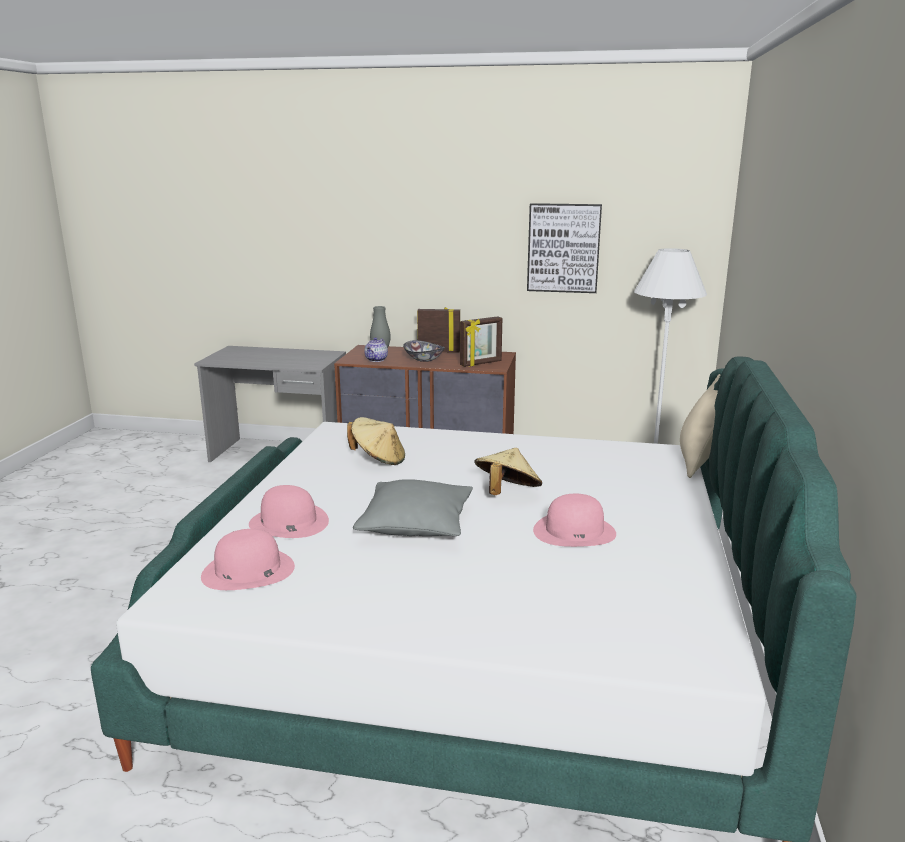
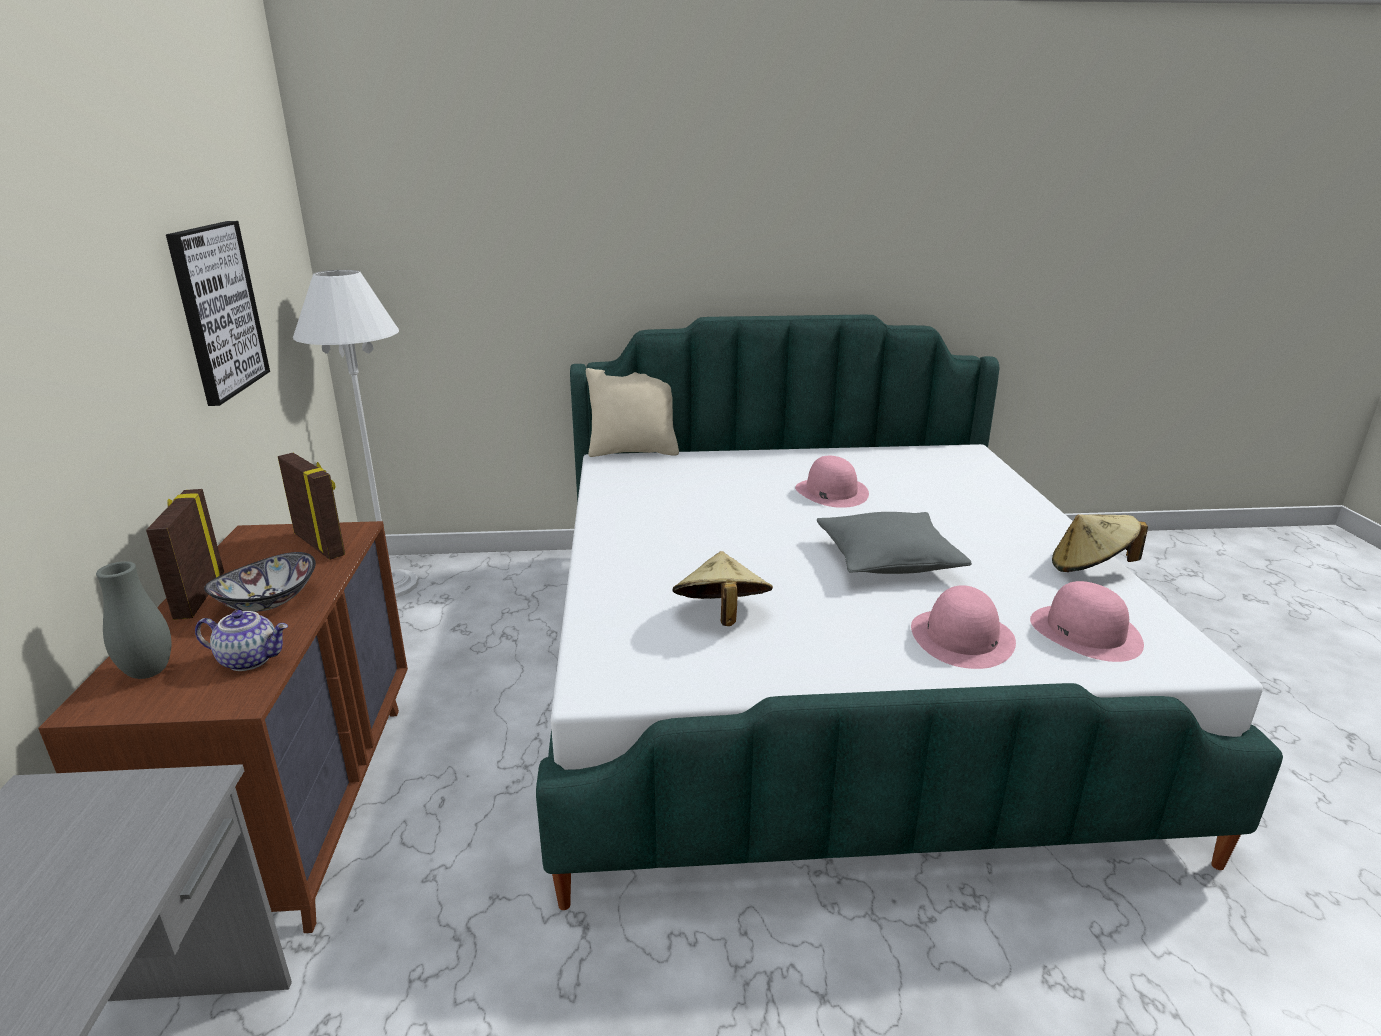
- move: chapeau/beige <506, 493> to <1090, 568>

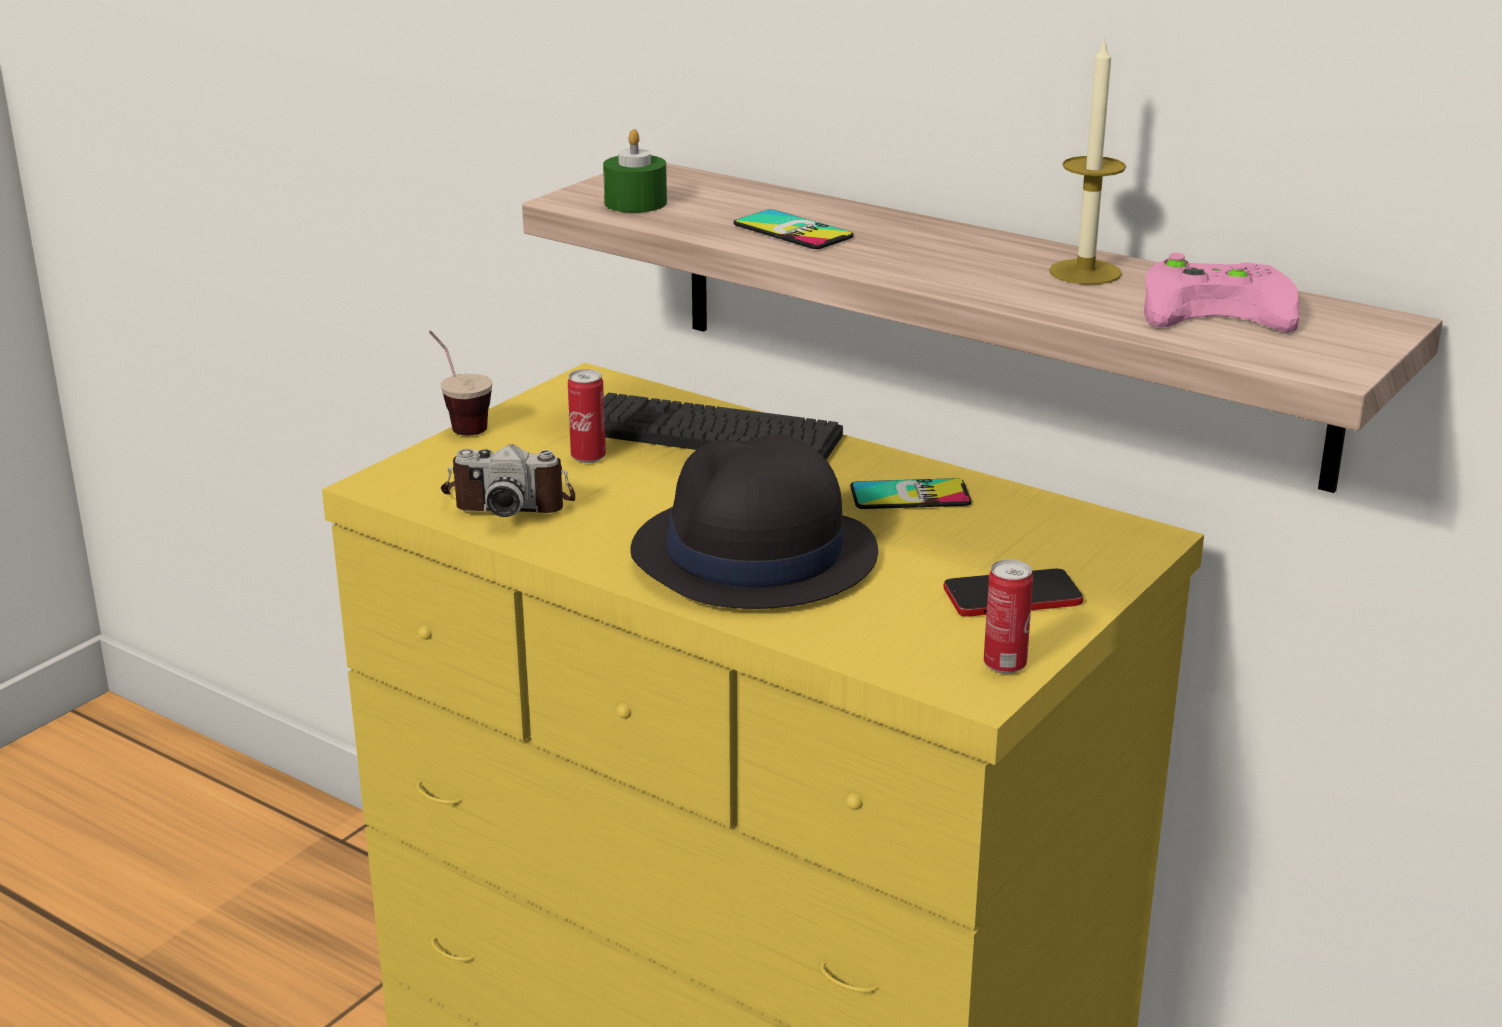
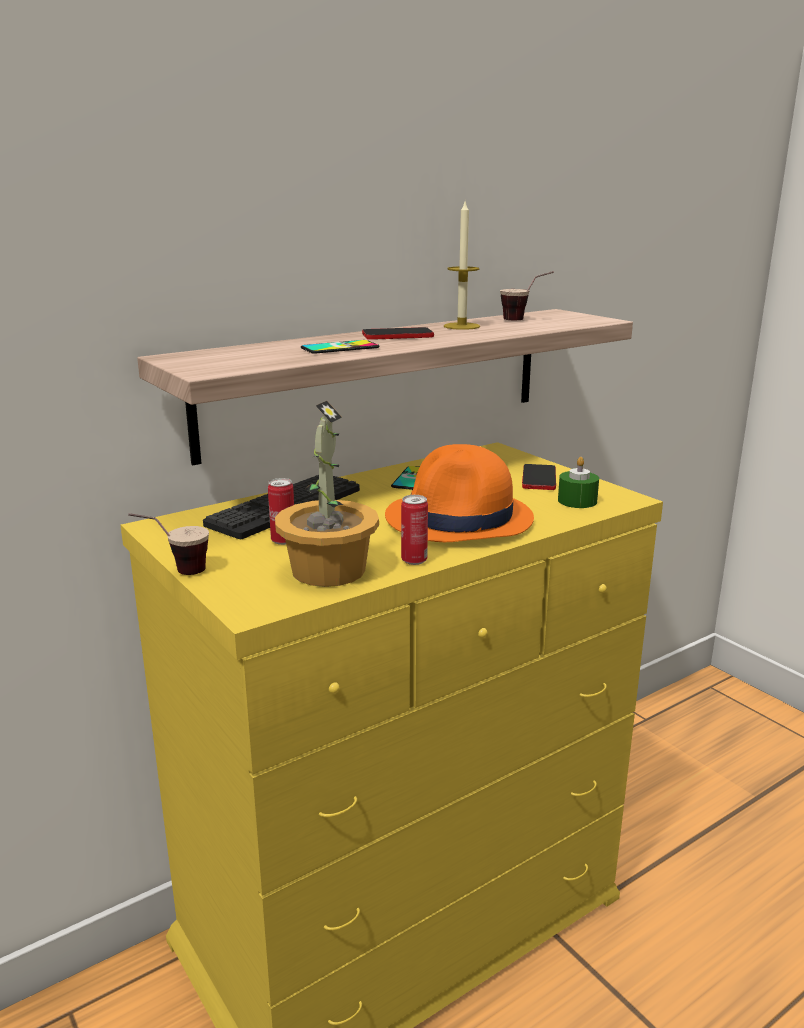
- replace: appareil photo <510, 501> to plante en pot <327, 570>
- move: bougie/vert <635, 203> to <577, 501>
- recolor: chapeau/noir <753, 556> to chapeau/orange <460, 519>
- move: boîte métallique <1004, 665> to <414, 560>
- replace: manette/rose <1221, 307> to tasse <524, 320>
- insert: téléphone <397, 335>

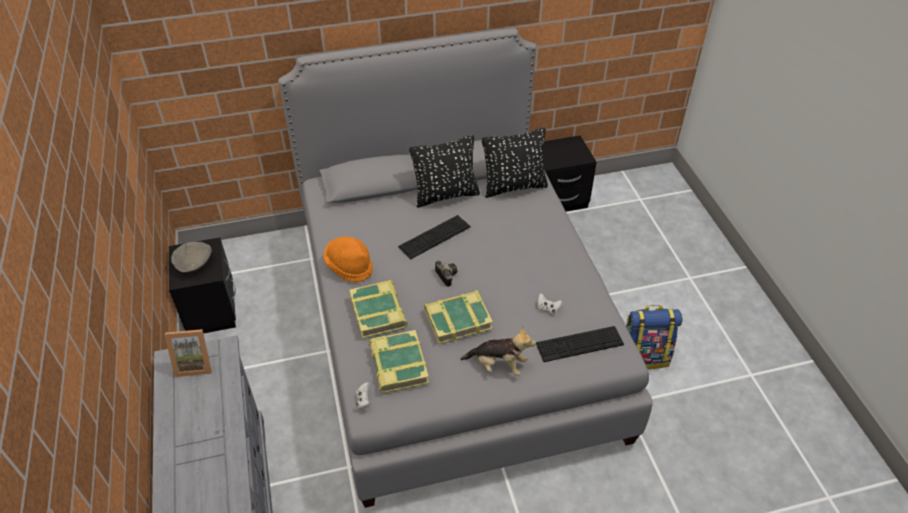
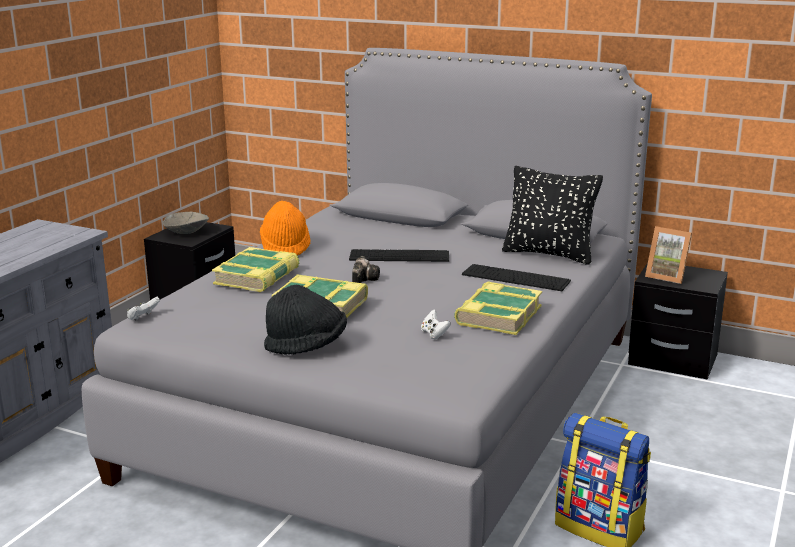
- move: cadre photo <194, 363> to <667, 276>
- move: livre <398, 365> to <498, 315>
- delete: coussin/noir <445, 195>
- replace: peluche <498, 365> to chapeau/noir <306, 346>
- move: clavier <579, 344> to <515, 278>

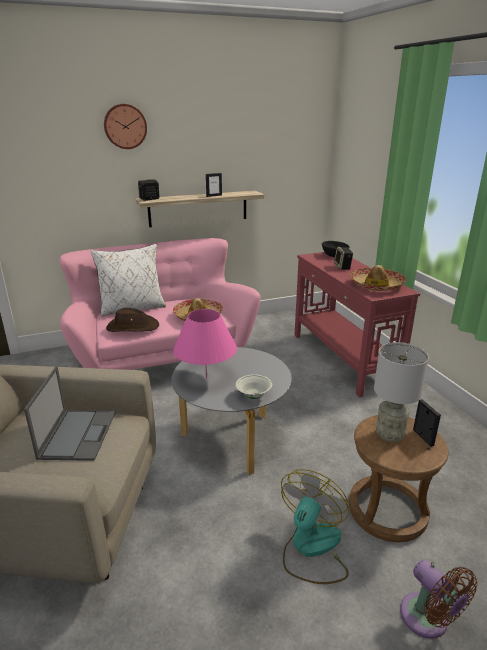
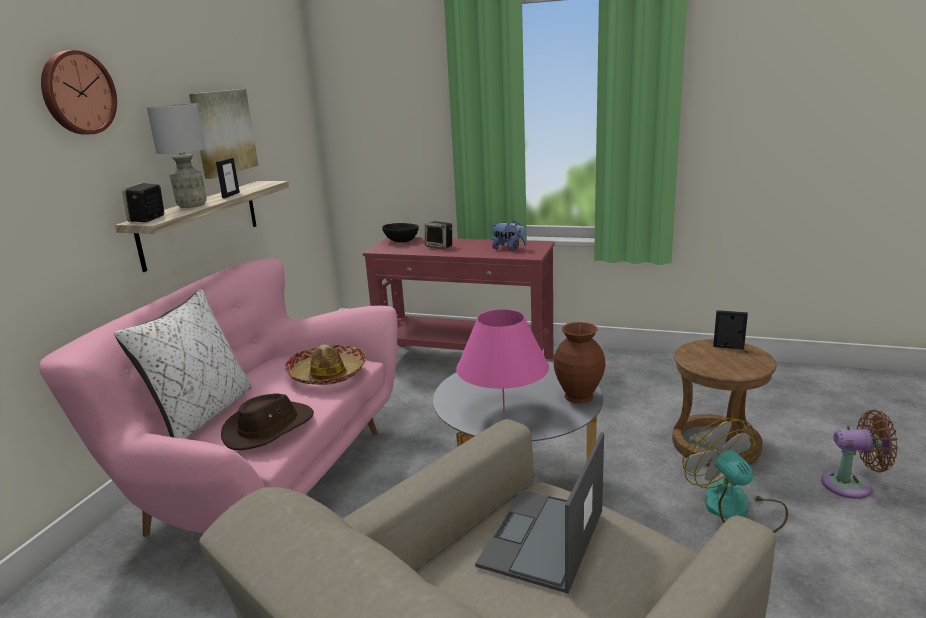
- rotate: ordinateur portable <78, 434> = <542, 539> 105 degrees counterclockwise
- replace: bol/blanc <253, 396> to vase/marron <578, 396>
- replace: chapeau <376, 285> to peluche <509, 248>
- move: lampe de table/gris <389, 435> to <191, 205>
- insert: tableau <223, 132>

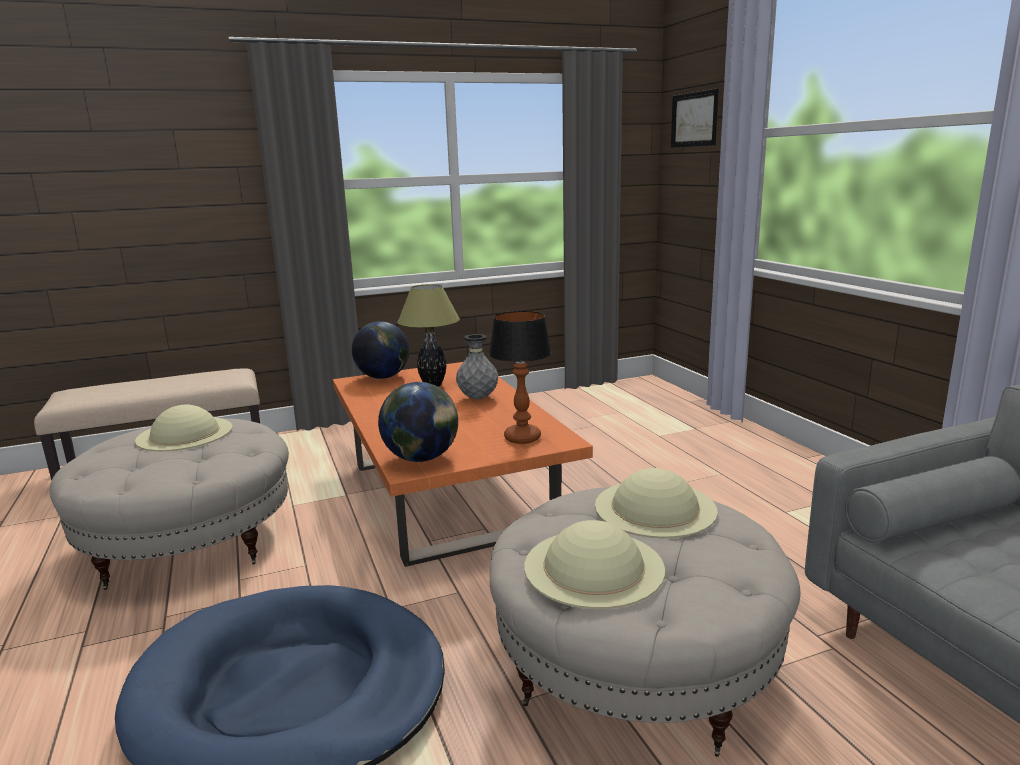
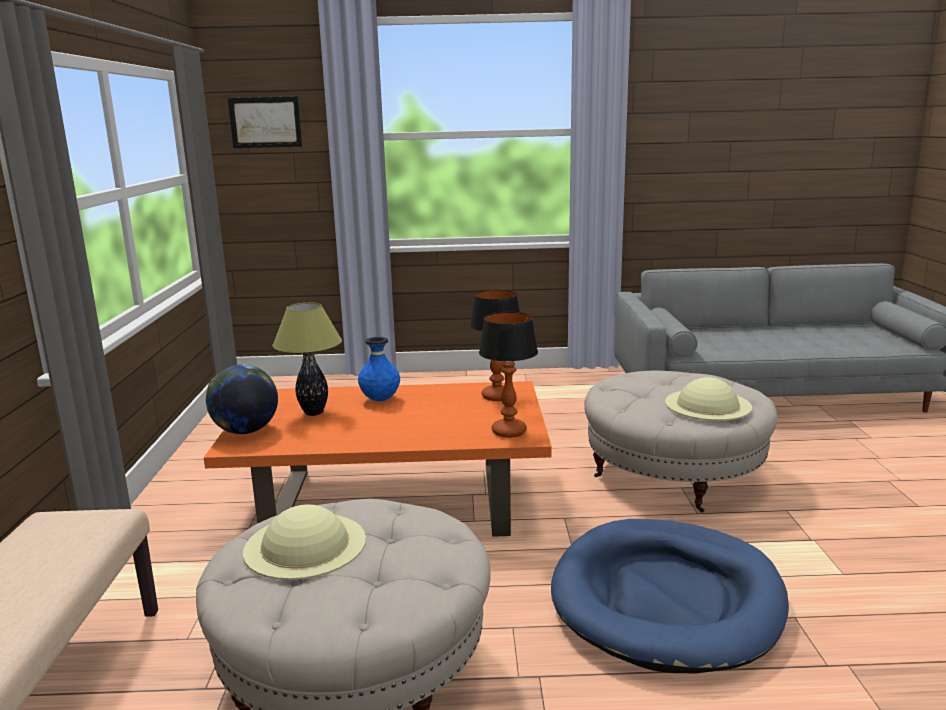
- replace: globe <421, 459> to lampe de table <509, 431>
- recolor: vase/gris <478, 398> to vase/bleu <380, 400>
- delete: chapeau/beige <655, 507>

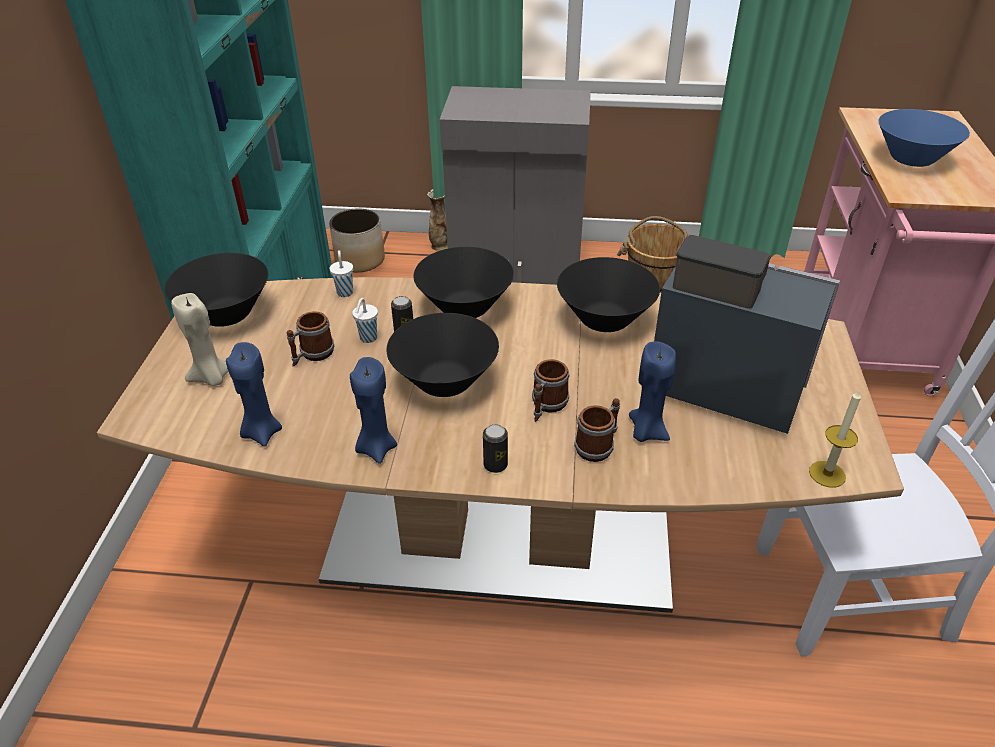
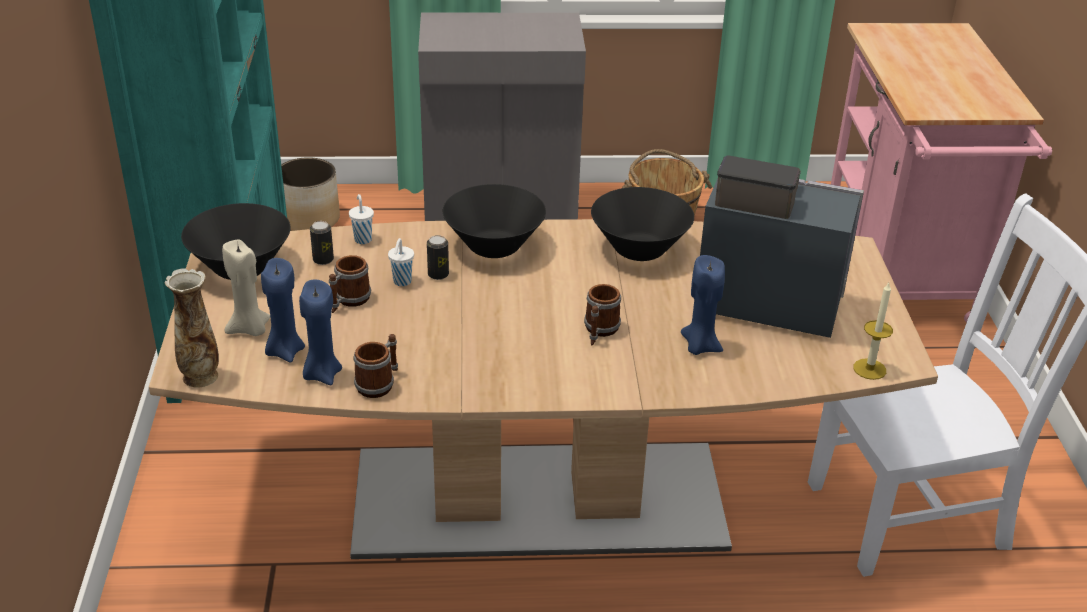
- move: bougie/bleu <376, 448> to <285, 351>
- delete: bol/noir <444, 381>
- move: vase <439, 246> to <201, 376>
- move: boîte métallique <495, 465> to <323, 260>
- move: mug <598, 445> to <379, 383>
- delete: bol/bleu <911, 159>

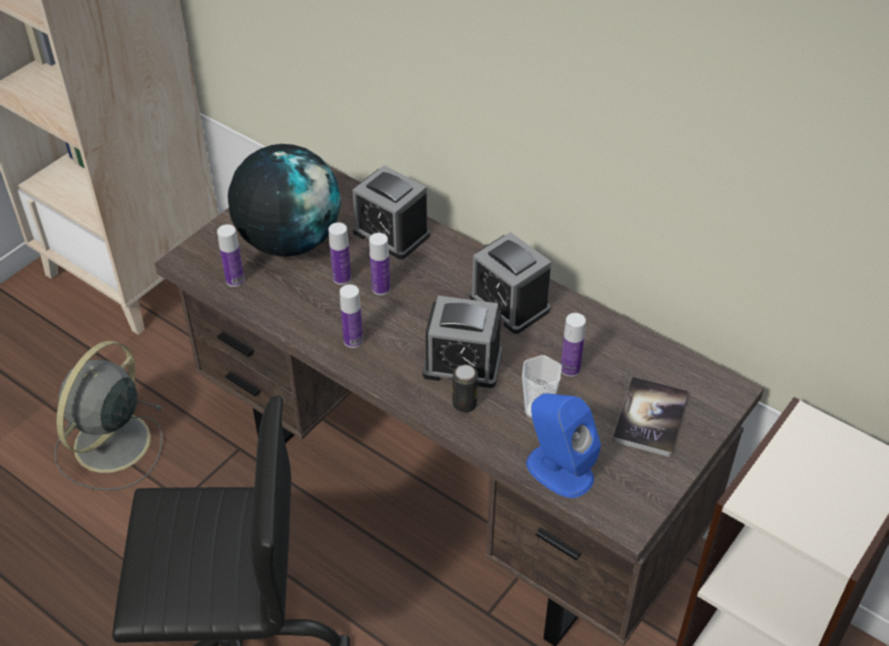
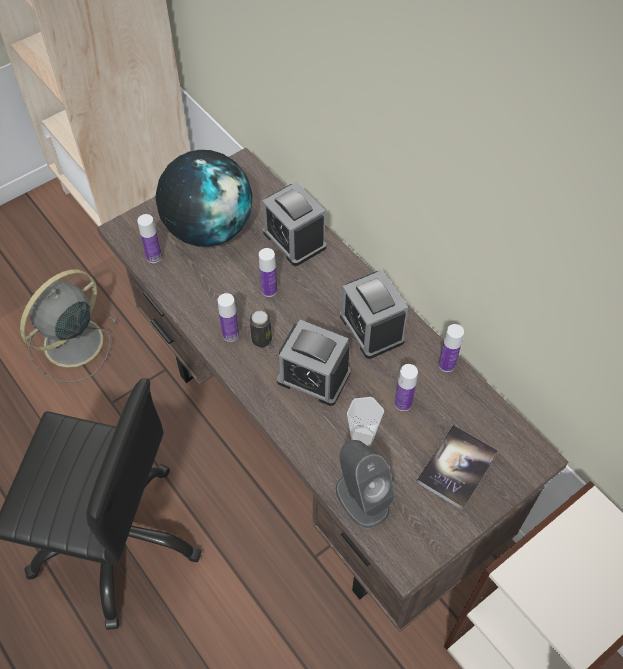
- move: bouteille <342, 278> to <446, 364>
- move: boîte métallique <464, 404> to <261, 339>
- recolor: enceinte/bleu <559, 470> to enceinte/gris <361, 498>

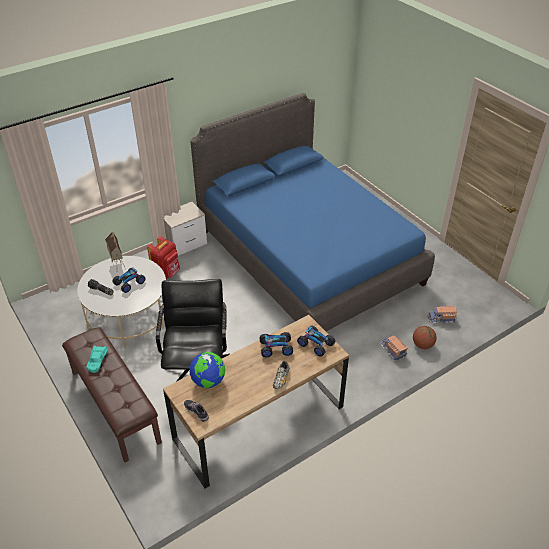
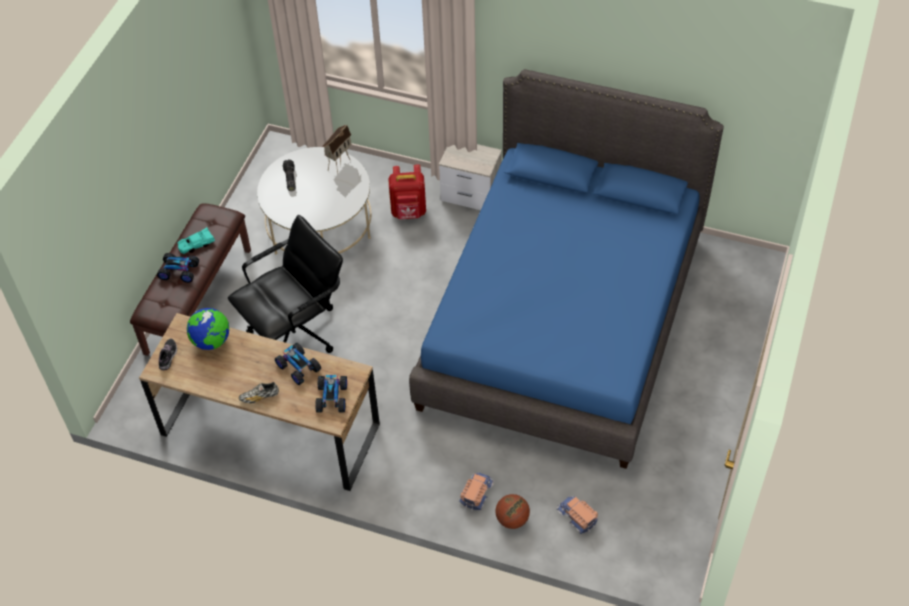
- move: petite voiture <129, 283> to <179, 271>

